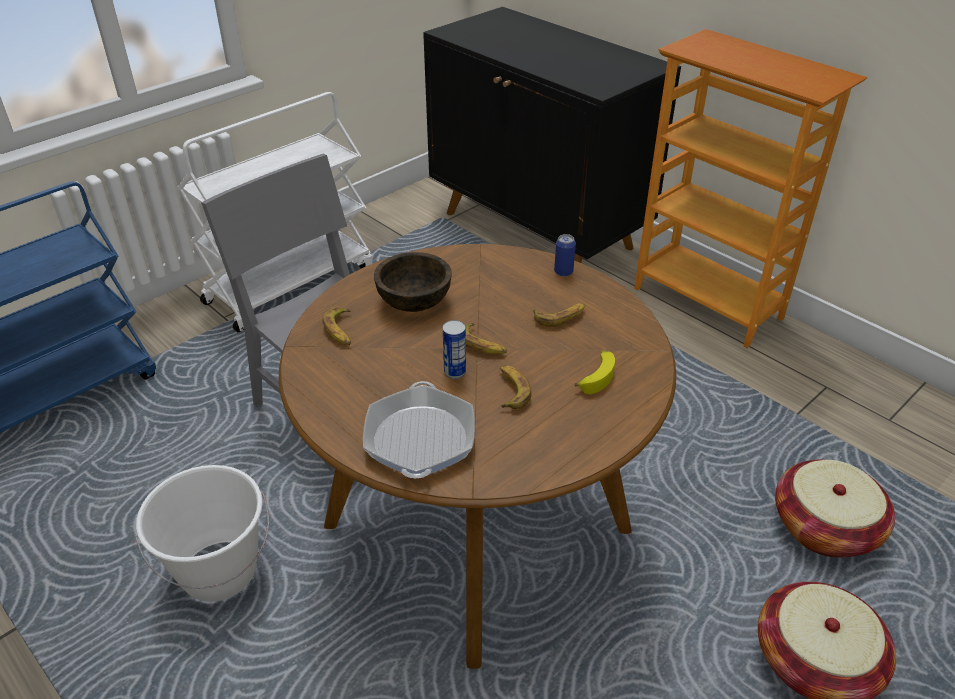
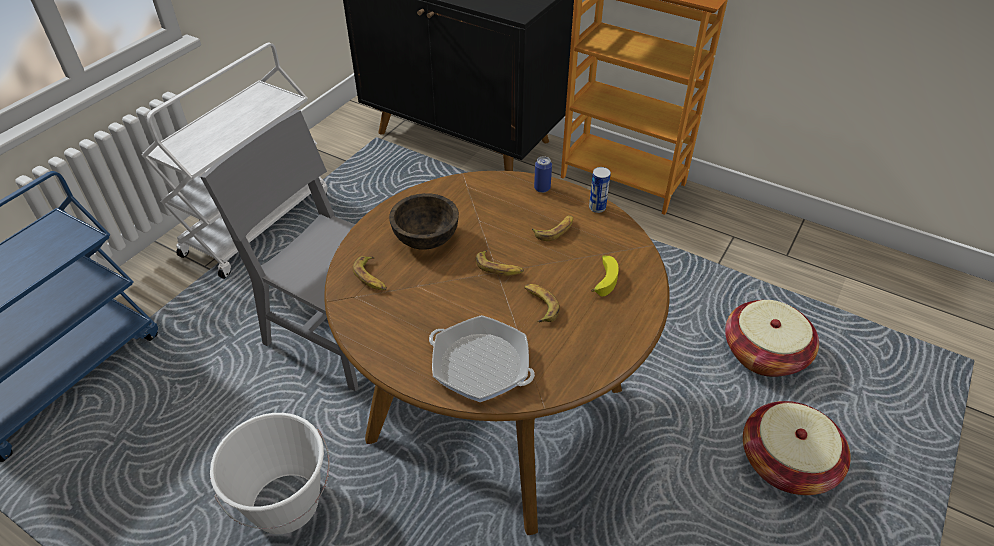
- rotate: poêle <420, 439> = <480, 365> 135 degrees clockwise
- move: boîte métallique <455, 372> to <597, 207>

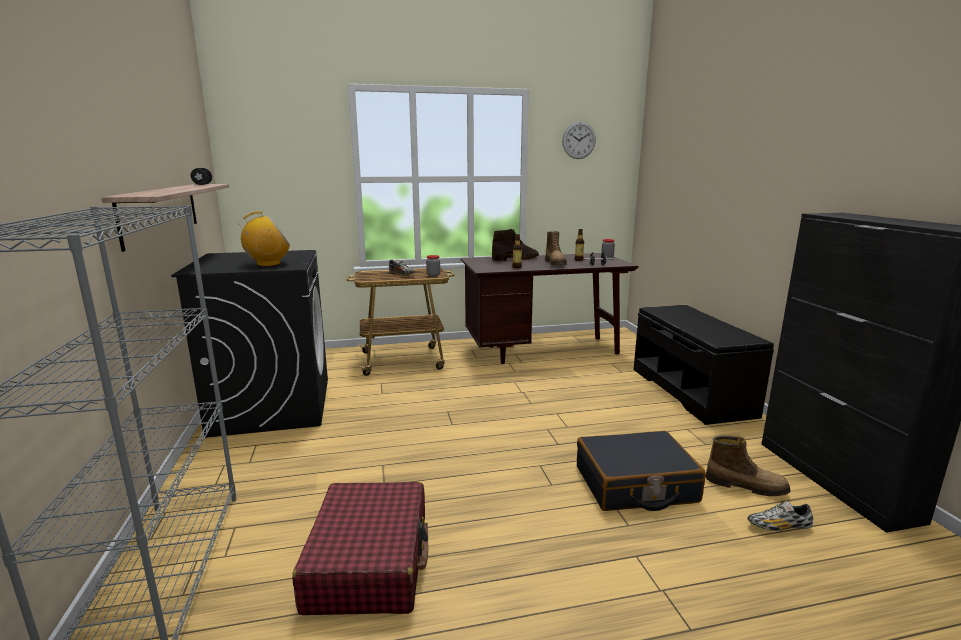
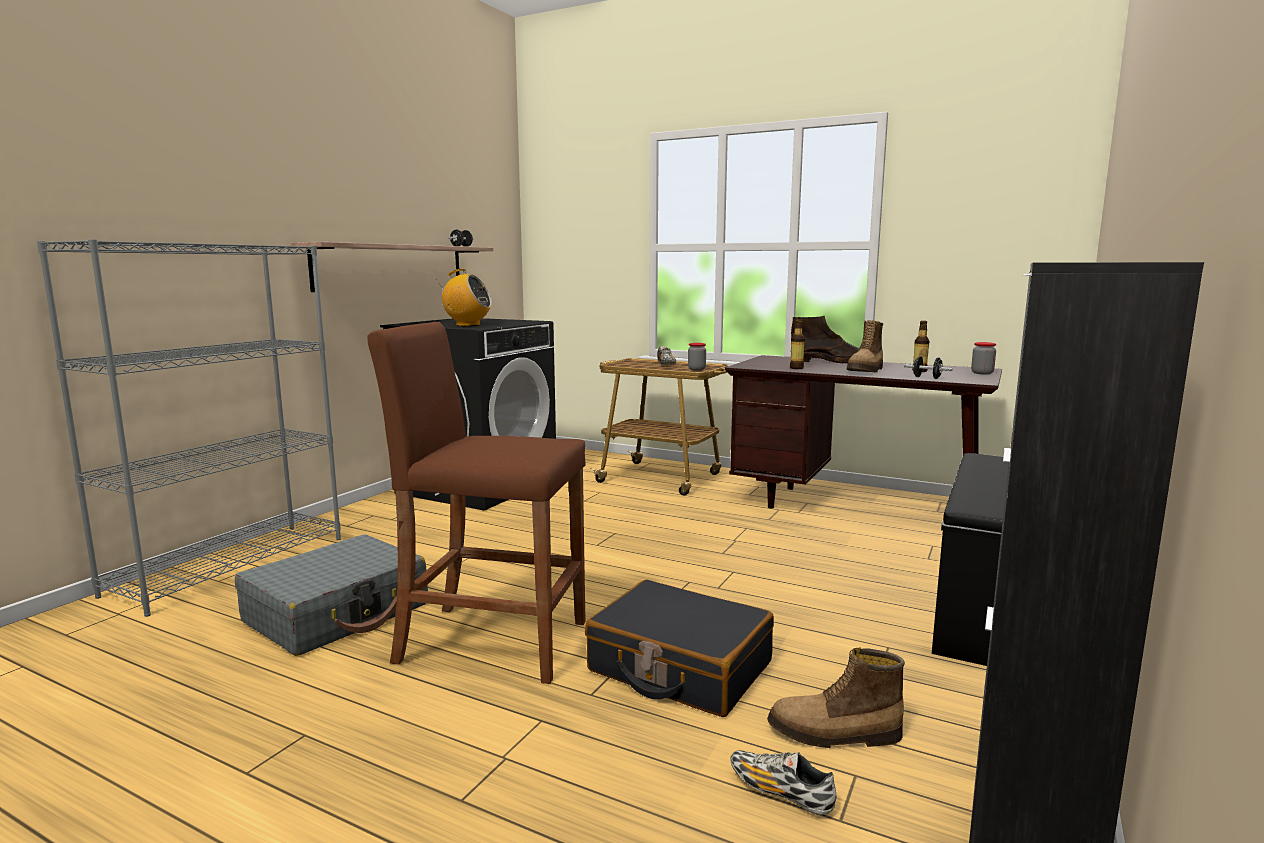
- recolor: valise/rouge <369, 561> to valise/gris <338, 613>
- delete: horloge murale <579, 140>
- rotate: botte <745, 486> = <834, 735> 120 degrees clockwise
- insert: tabouret/marron <492, 641>

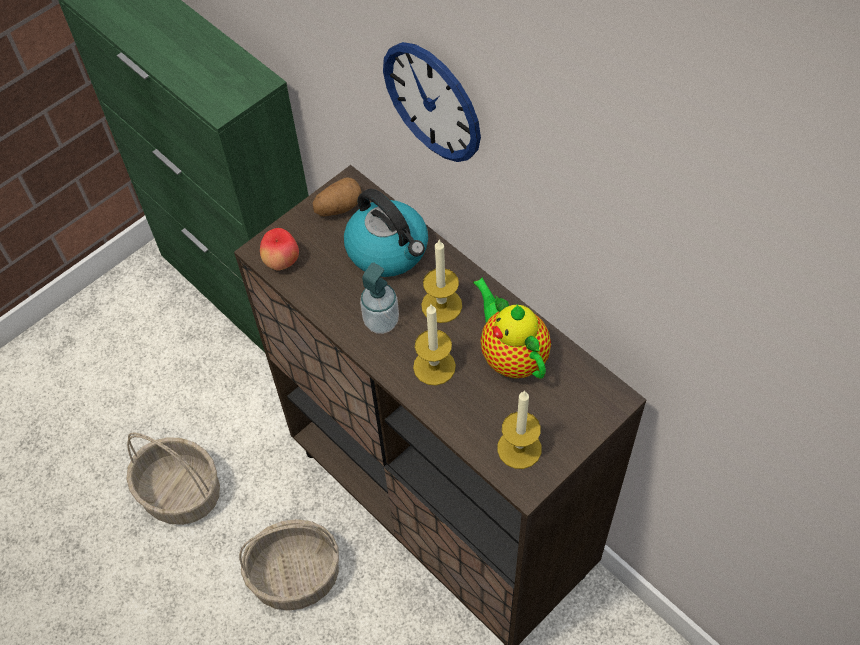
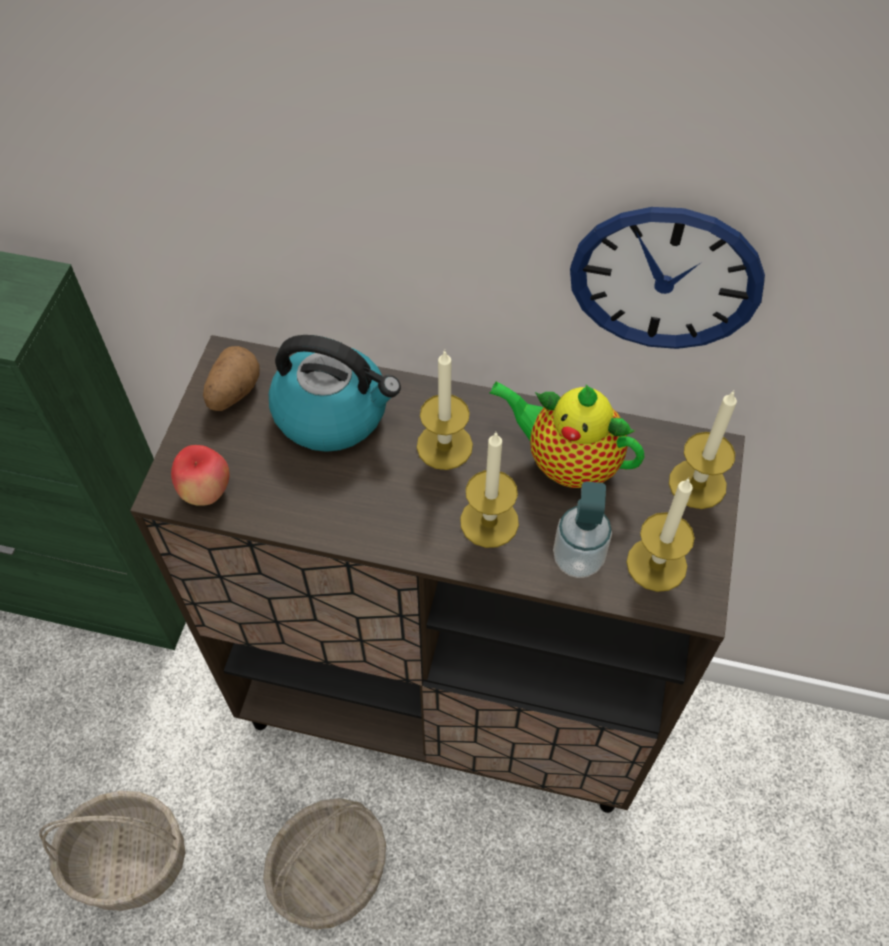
- move: distributeur de savon <381, 321> to <578, 559>
- move: horloge murale <432, 102> to <665, 279>
- insert: bougie <697, 484>

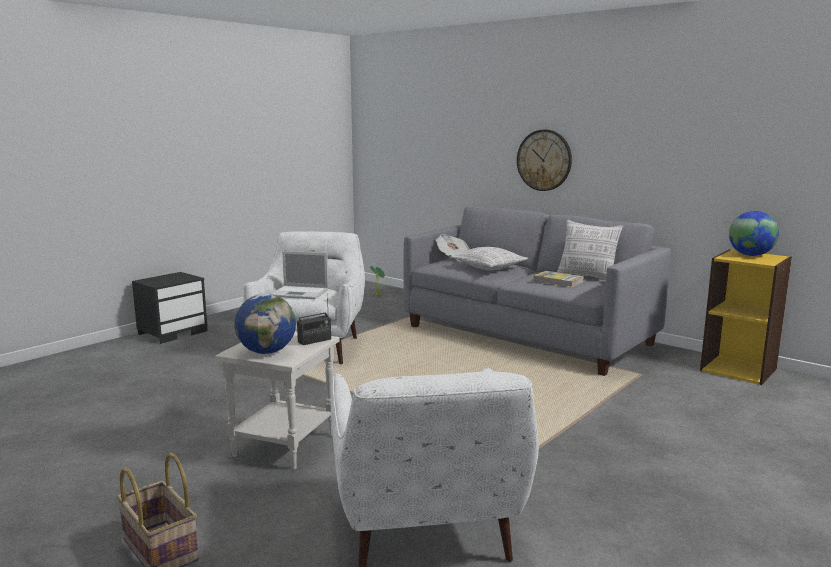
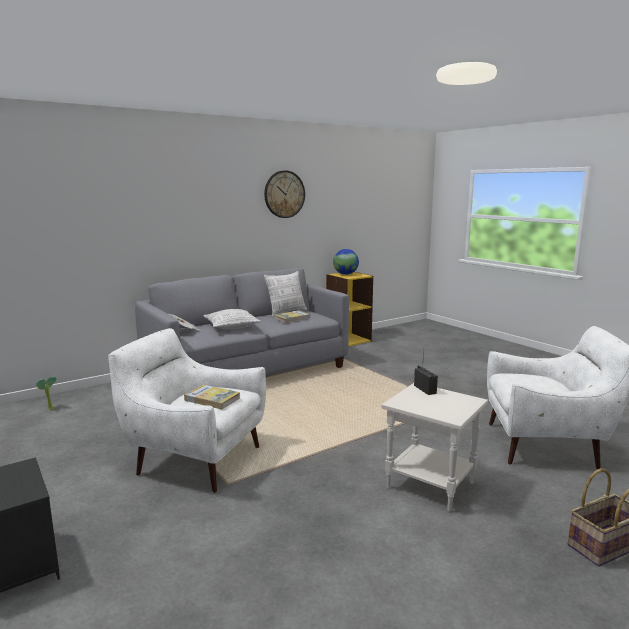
- delete: globe <267, 352>
- replace: ordinateur portable <300, 293> to livre <212, 399>
- move: horloge murale <544, 160> to <284, 194>

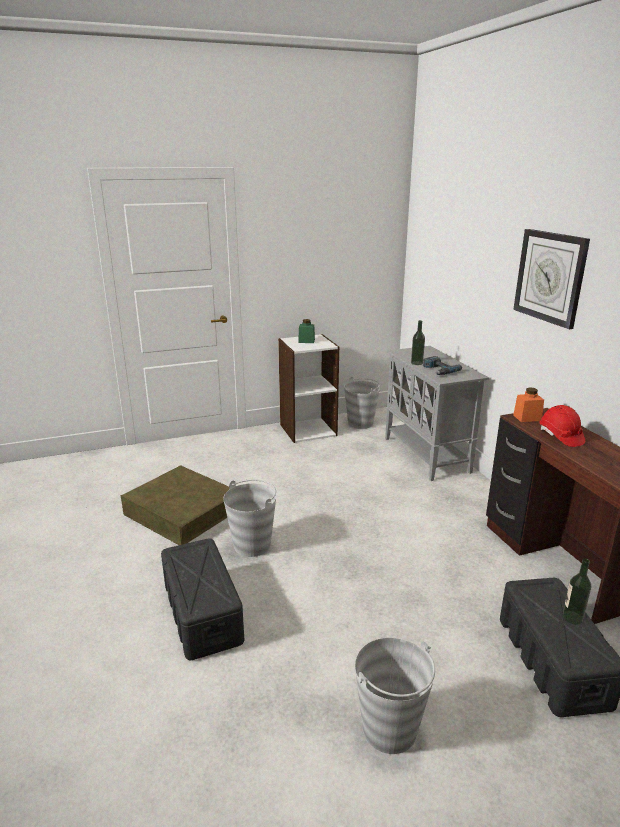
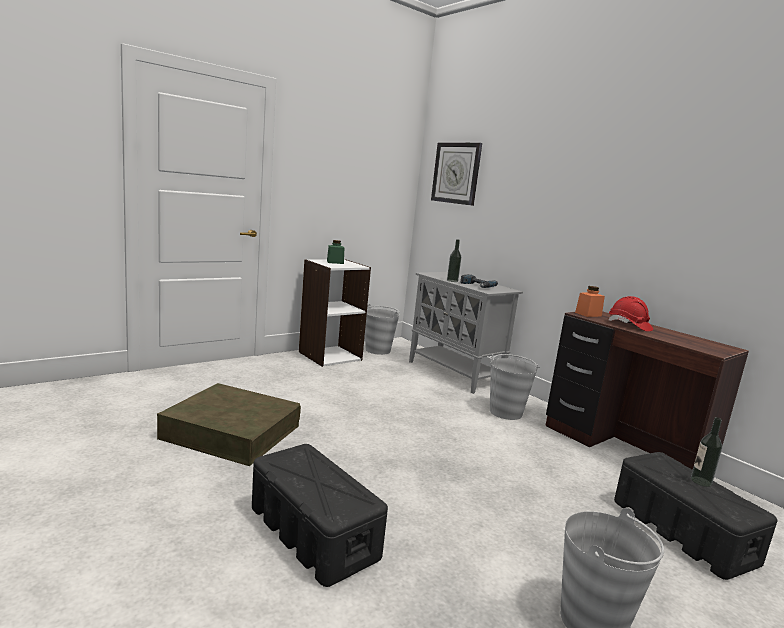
- move: seau/gris <252, 545> to <506, 412>
- move: horloge murale <550, 277> to <456, 173>

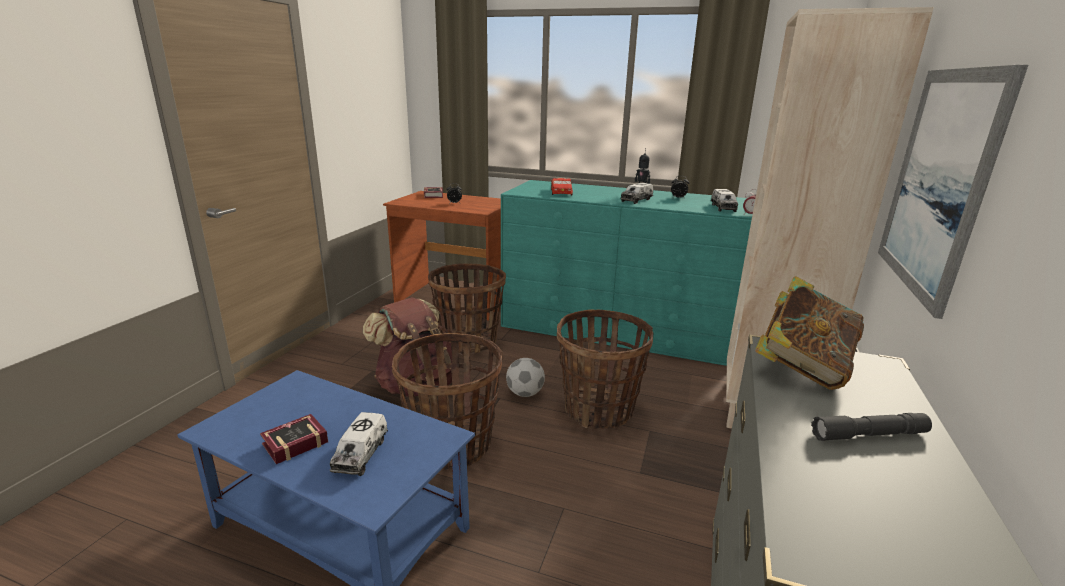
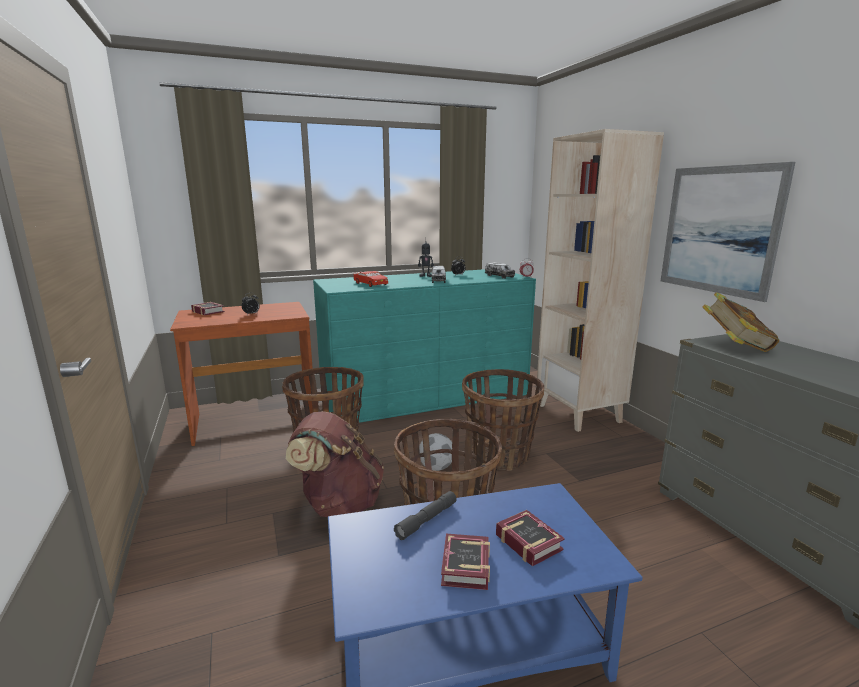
- replace: camion jouet <361, 454> to livre <528, 540>
- move: lampe de poche/gris <869, 435> to <427, 520>

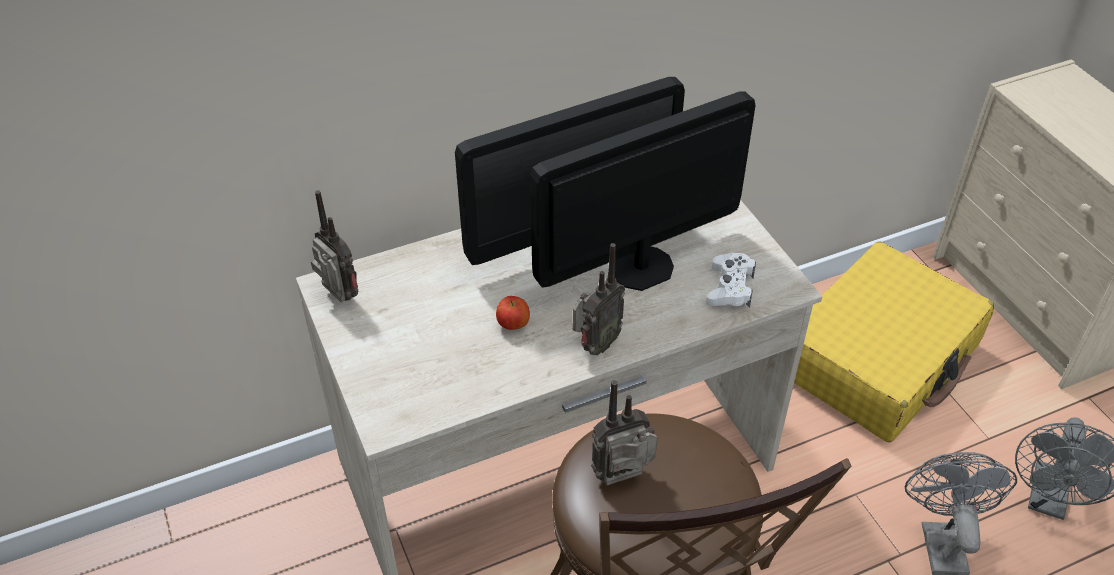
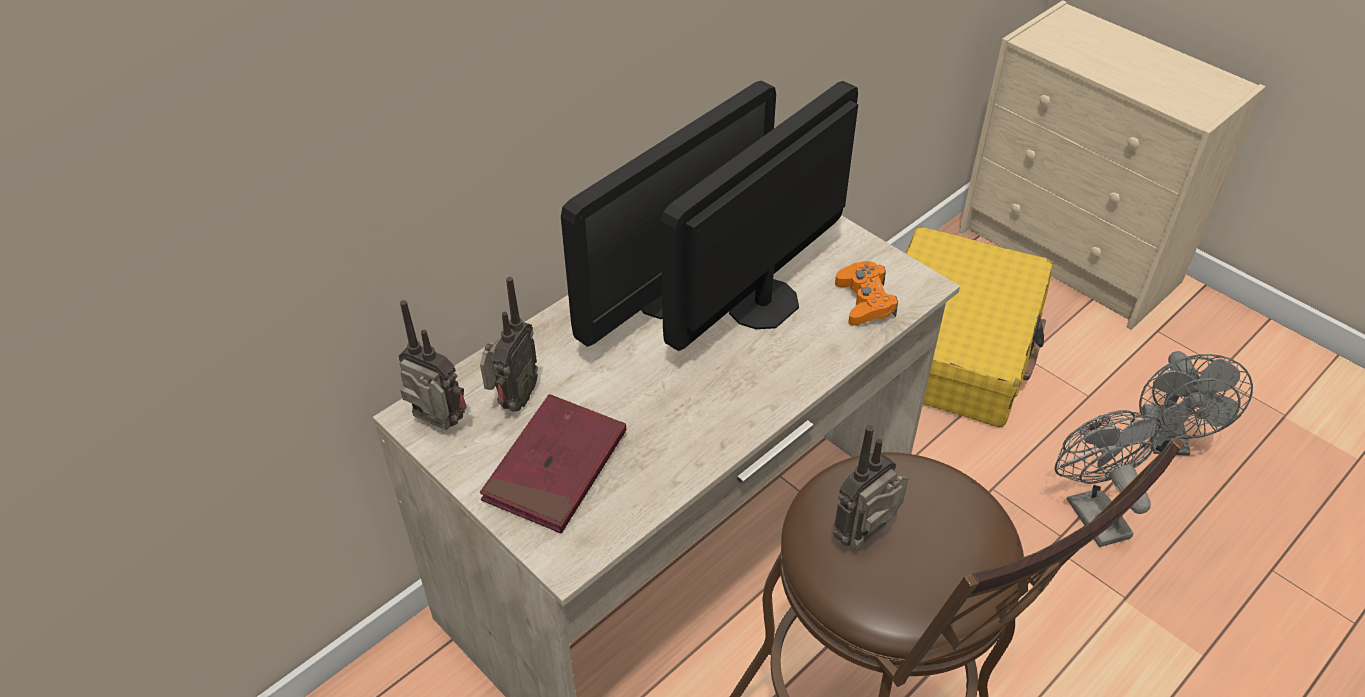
- delete: pomme <513, 325>
- move: radio <595, 346> to <513, 401>
- recolor: manette/blanc <730, 287> to manette/orange <865, 301>
- insert: livre/rouge <555, 467>

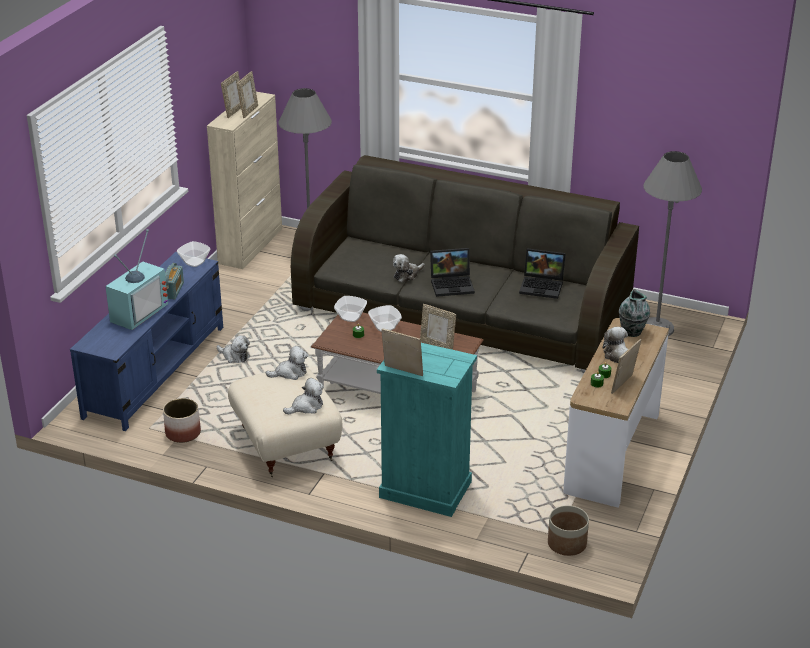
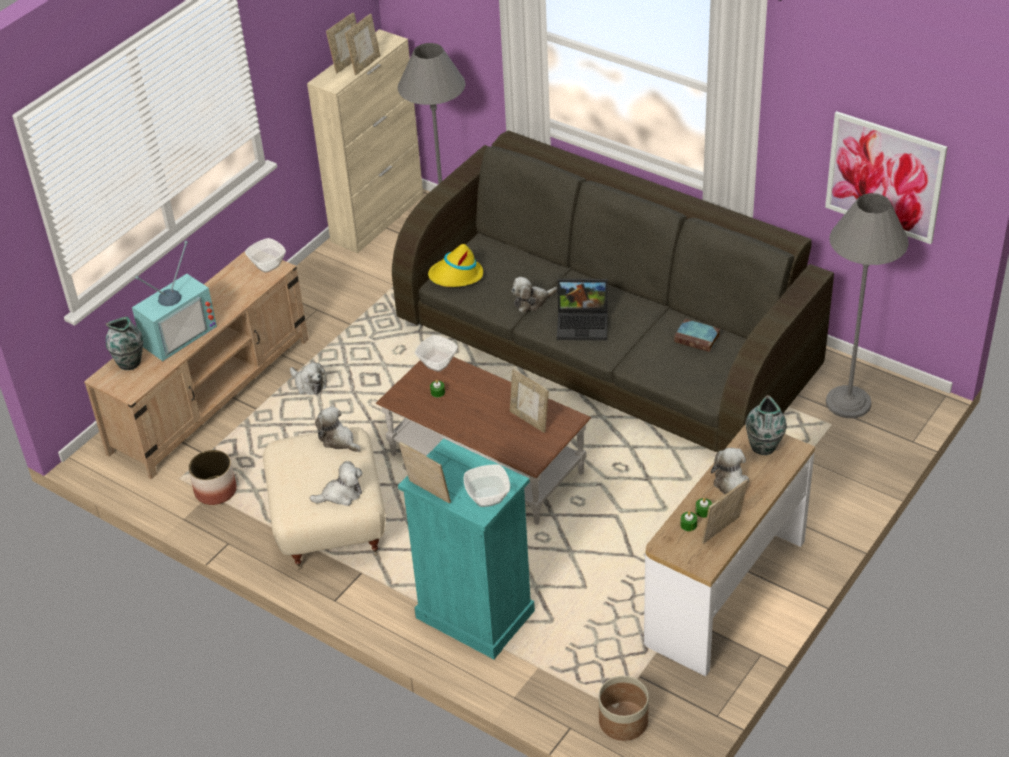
- recolor: meuble télé/bleu <155, 371> to meuble télé/beige <211, 395>
- delete: radio <173, 290>
- rotate: peluche <290, 373> = <338, 440> 135 degrees counterclockwise
- move: bol <384, 327> to <487, 497>
- replace: ordinateur portable <543, 286> to livre <698, 338>
- insert: vase <130, 363>
- insert: chapeau/jaune <456, 276>
- insert: tableau <884, 177>

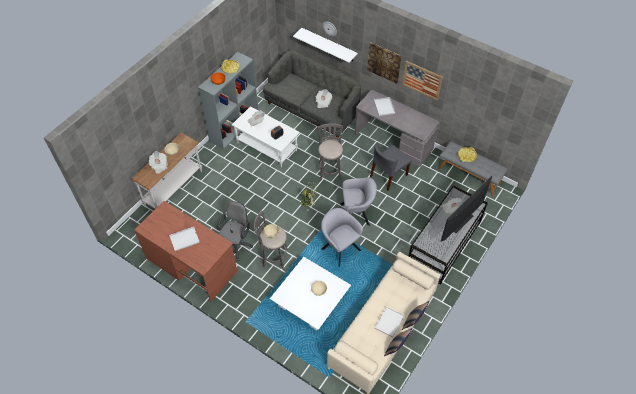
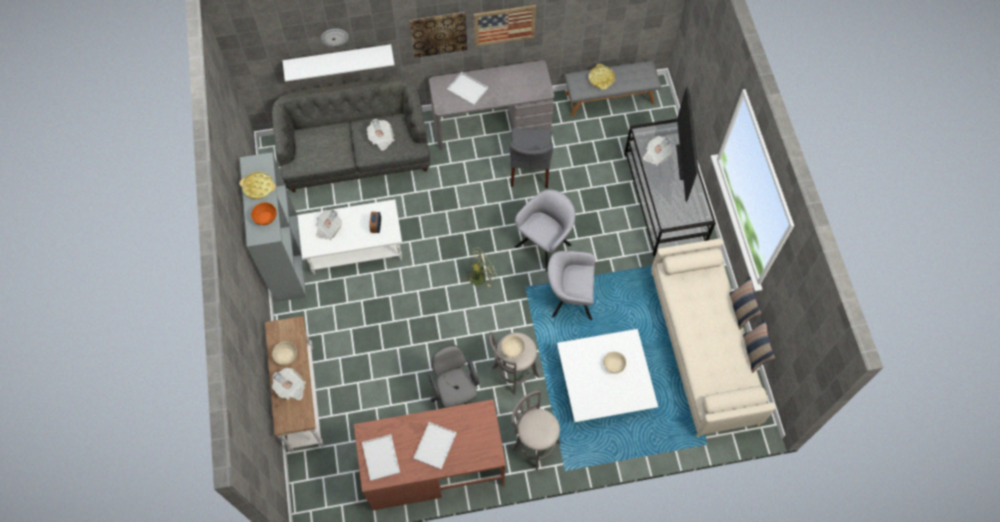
- move: tabouret/gris <330, 171> to <534, 444>
- move: plateau/blanc <389, 322> to <381, 458>

